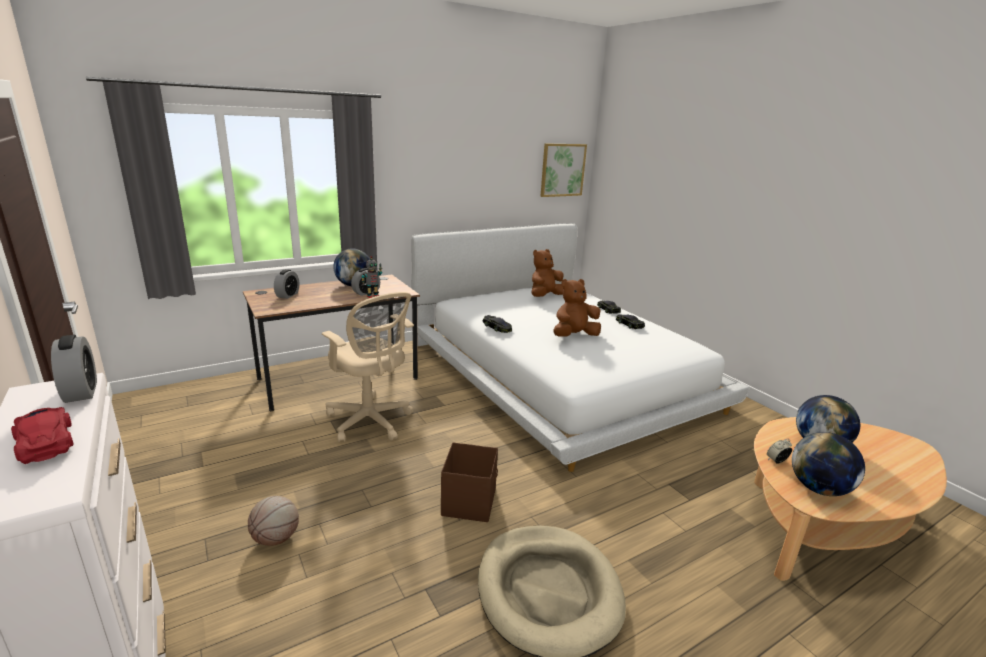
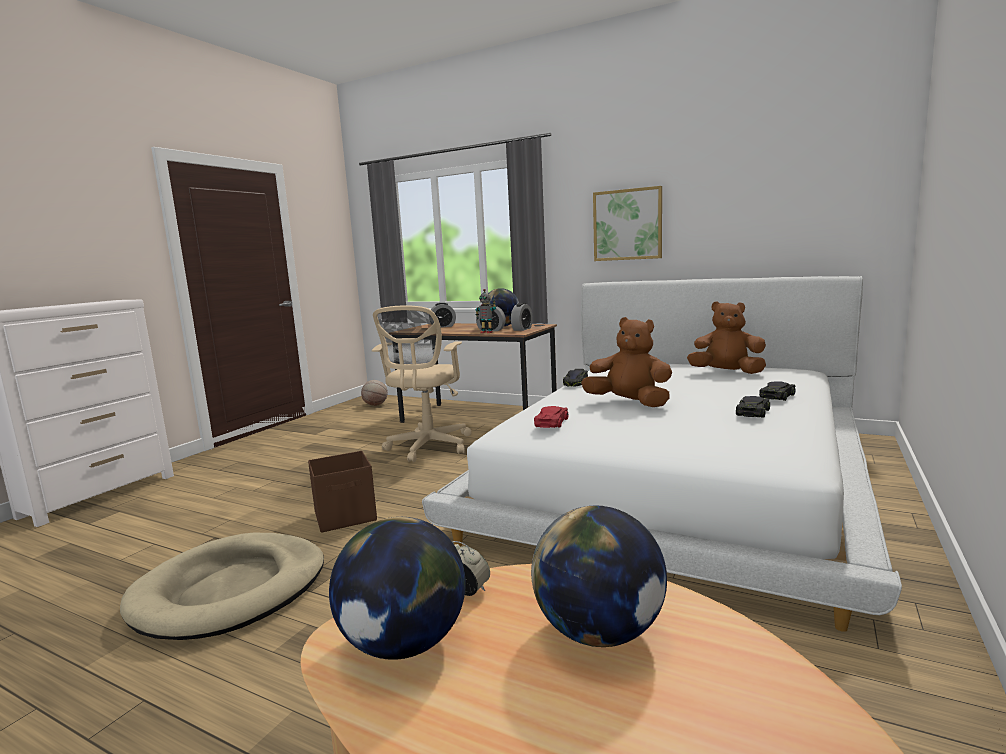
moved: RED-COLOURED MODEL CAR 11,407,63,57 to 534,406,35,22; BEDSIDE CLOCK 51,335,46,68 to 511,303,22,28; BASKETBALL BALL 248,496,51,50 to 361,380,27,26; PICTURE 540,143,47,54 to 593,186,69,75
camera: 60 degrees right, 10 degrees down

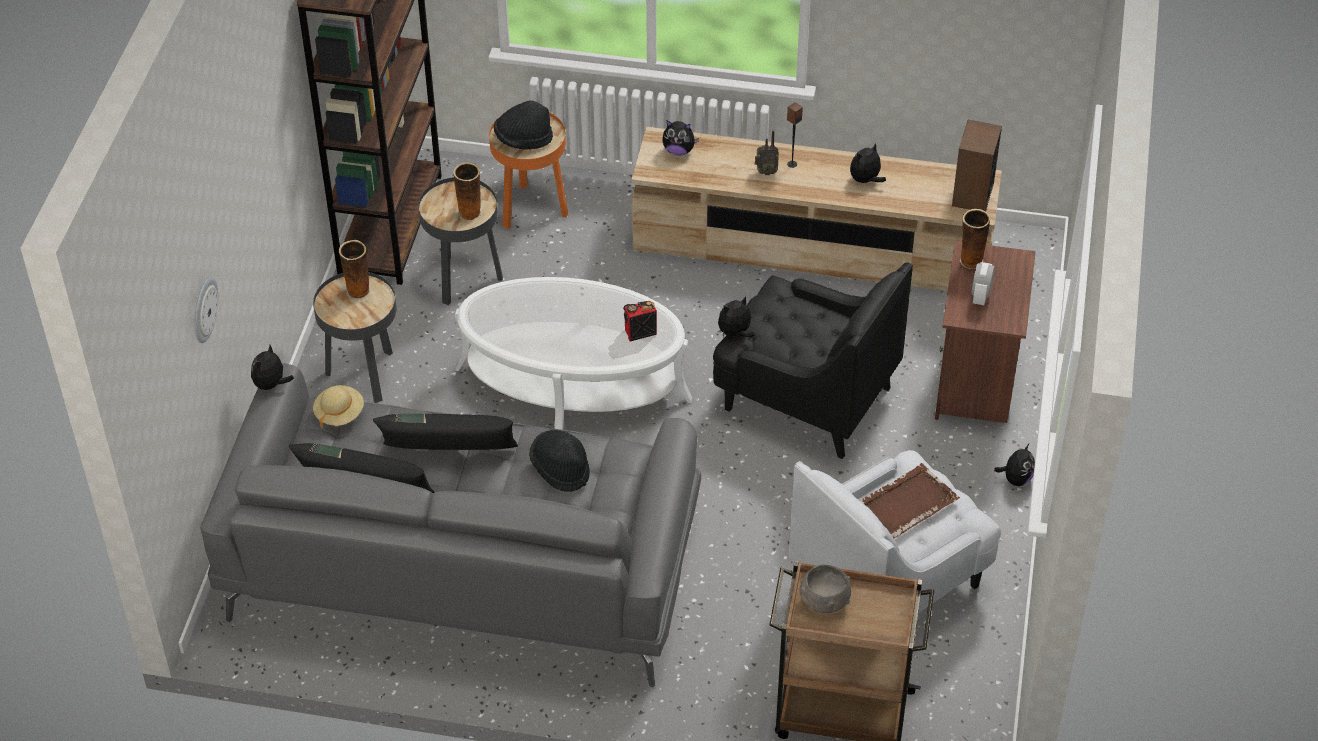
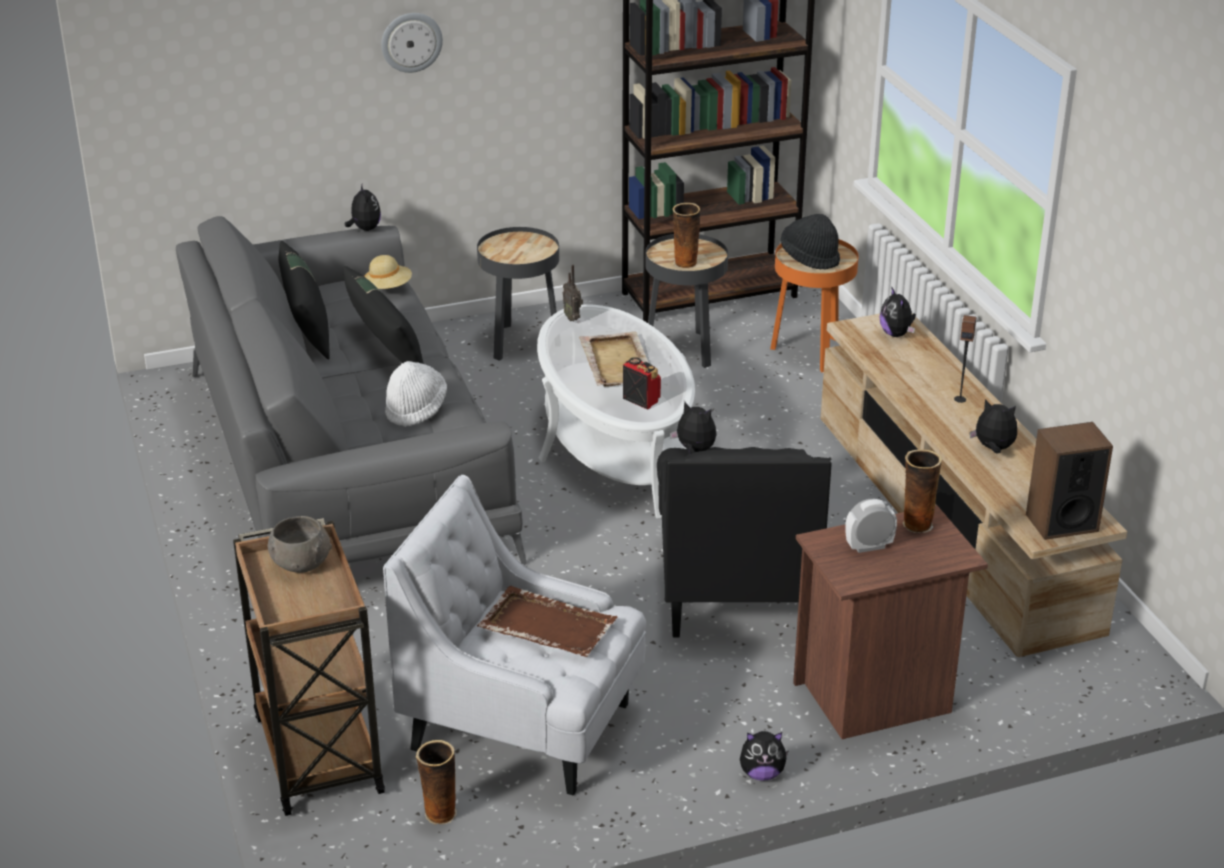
added: BEIGE SERVING TRAY 579,331,69,56
moved: WALL CLOCK 194,277,25,66 to 381,13,62,60; DECORATIVE VASE 339,240,32,59 to 416,740,41,85; RADIO 755,130,24,45 to 563,265,20,56
recoloured: BLACKISH WEARABLE HAT 529,430,61,62 to WHITE-COLOURED WEARABLE HAT 385,361,62,66
turned: PLUSH TOY 251,345,43,49 = 345,185,36,46 75 degrees clockwise
camera: 60 degrees right, 15 degrees down

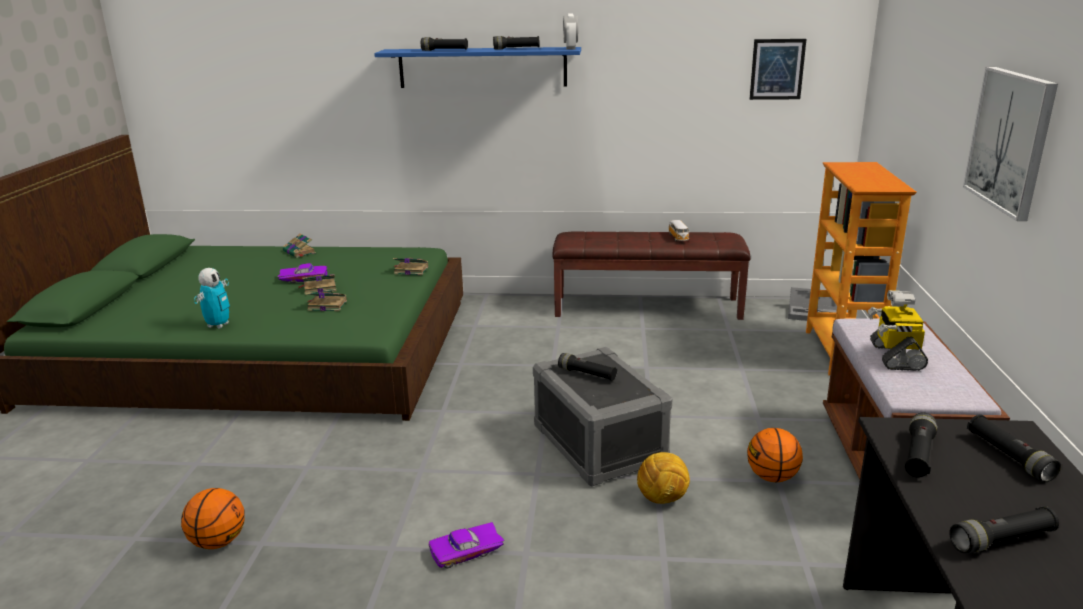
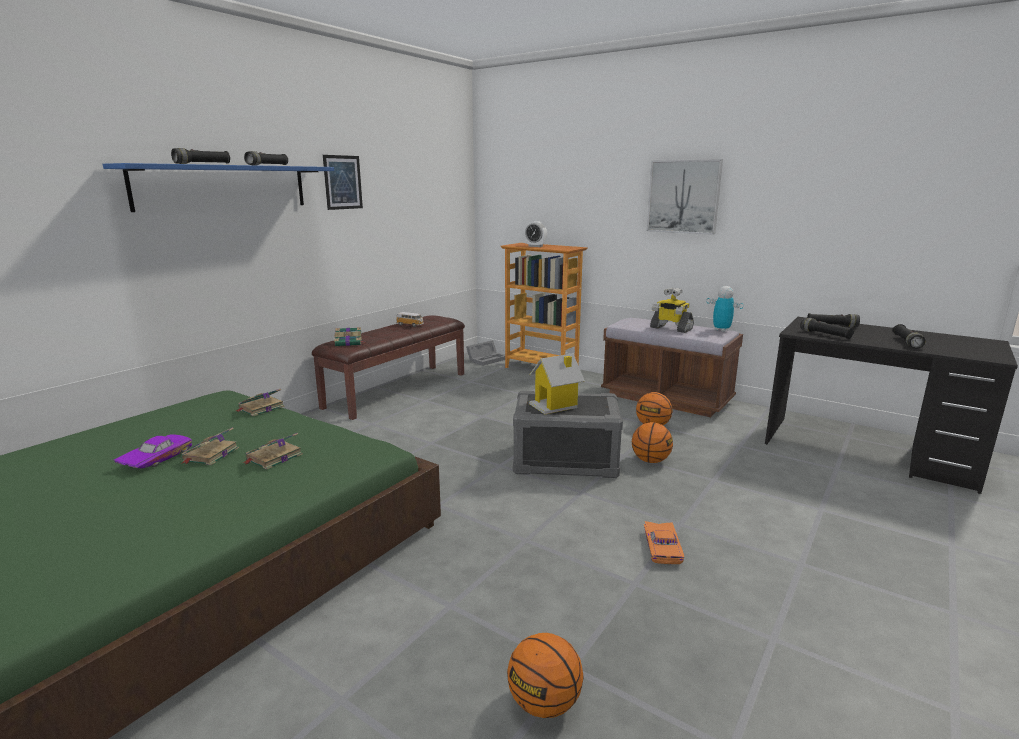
moved: ROBOT FIGURE 194,268,36,61 to 707,286,37,46; BOUND BOOK 283,233,33,25 to 334,327,31,19; BEDSIDE CLOCK 563,13,15,37 to 524,221,23,26; PICTURE 750,39,56,61 to 323,155,40,55
replaced: BLACKISH HAND TORCH 558,353,59,28 to MINIATURE HOUSE 529,354,56,60; FOOTBALL BALL 637,452,53,52 to BASKETBALL BALL 632,422,41,41
recoloured: PURPLE-COLOURED MODEL CAR 429,522,76,46 to ORANGEY MODEL CAR 644,521,40,43
camera: 60 degrees left, 5 degrees down

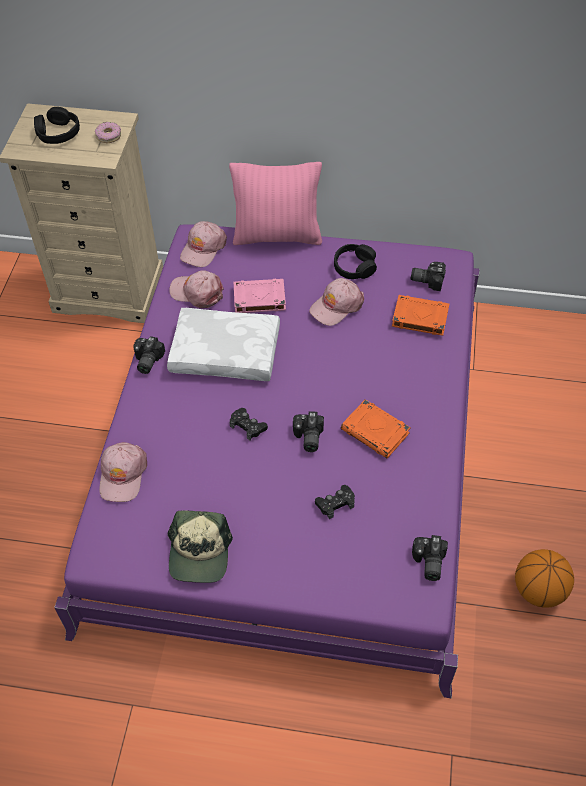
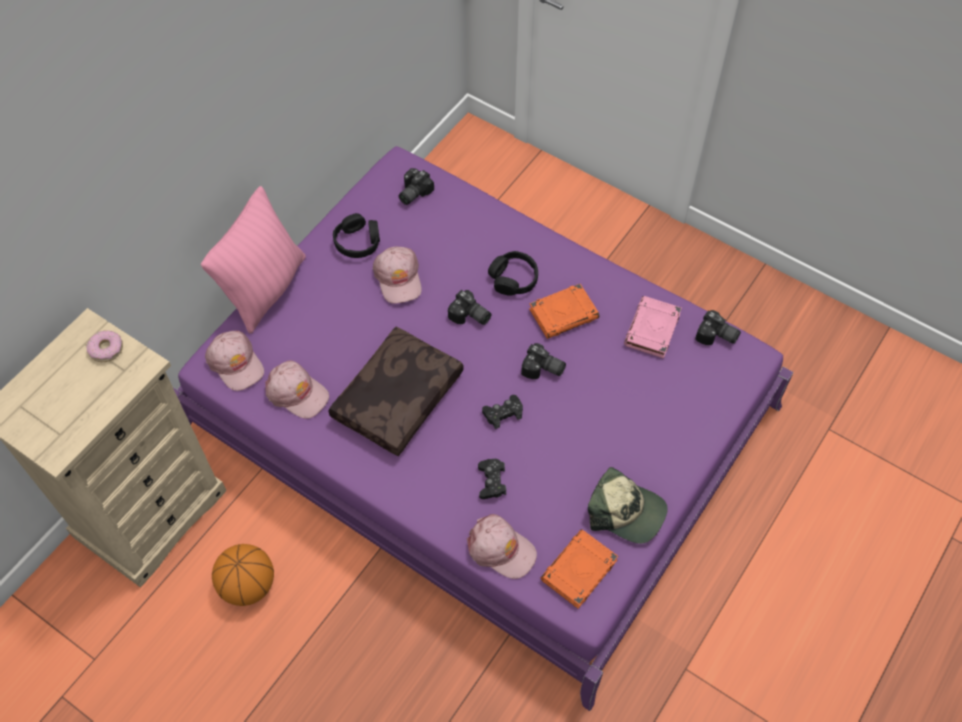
moved: BLACKISH HEADSET 34,107,46,37 to 488,251,50,45; STILL CAMERA 133,336,32,38 to 448,290,43,35; PINKISH BOUND BOOK 234,279,52,34 to 624,296,58,62; BLACKISH GAMEPAD 315,485,40,34 to 478,459,28,40; ORANGEY BOUND BOOK 392,295,57,41 to 541,529,77,80; BASKETBALL BALL 515,549,59,59 to 212,544,62,62
recoloured: WHITE-COLOURED CUSHION 167,308,113,73 to BROWNISH CUSHION 328,327,136,129
turned: PINKISH PEAKED CAP 169,270,55,38 = 265,360,64,59 105 degrees counterclockwise
camera: 65 degrees left, 5 degrees up

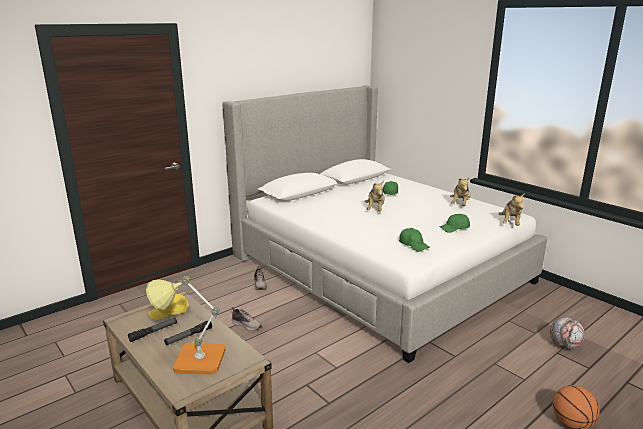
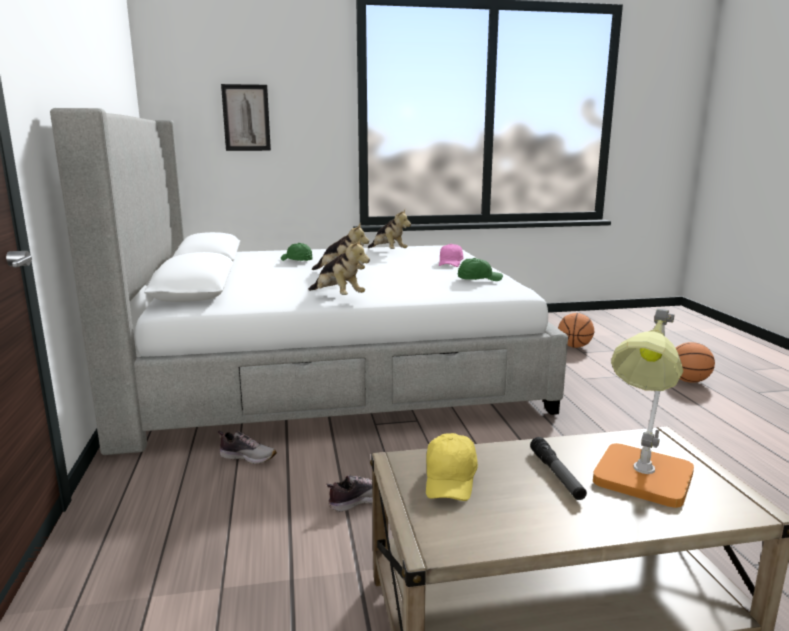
removed: HAND TORCH 128,318,49,24
added: PICTURE 221,84,50,67
moved: PLUSH TOY 498,193,27,33 to 308,237,62,58
replaced: FOOTBALL BALL 550,317,35,32 to BASKETBALL BALL 558,313,37,35
recoloured: GREEN PEAKED CAP 440,214,30,19 to PINKISH PEAKED CAP 439,244,24,23
camera: 60 degrees left, 5 degrees down

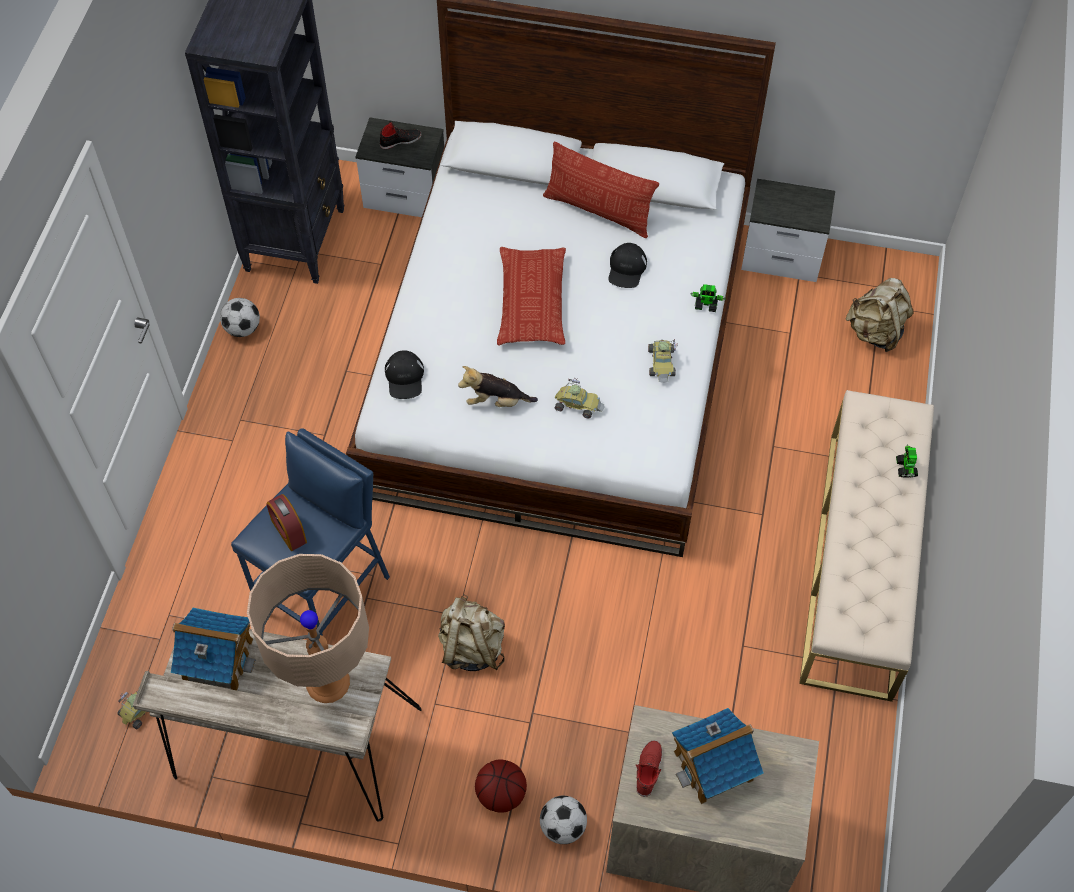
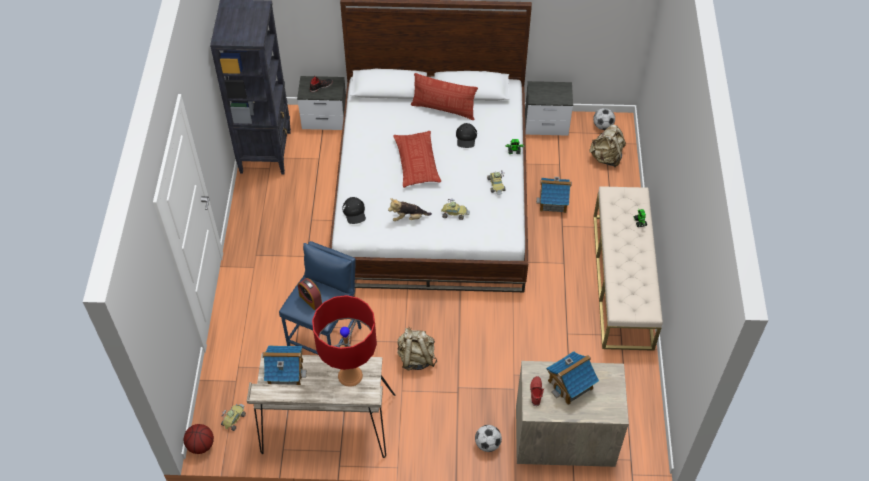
added: MINIATURE HOUSE 536,177,36,36
moved: FOOTBALL BALL 220,298,40,39 to 593,108,22,22; BASKETBALL BALL 475,759,52,54 to 183,424,31,30
recoloured: BEIGE TABLE LAMP 247,554,122,149 to RED-COLOURED TABLE LAMP 312,295,65,91
camera: 10 degrees left, 5 degrees down

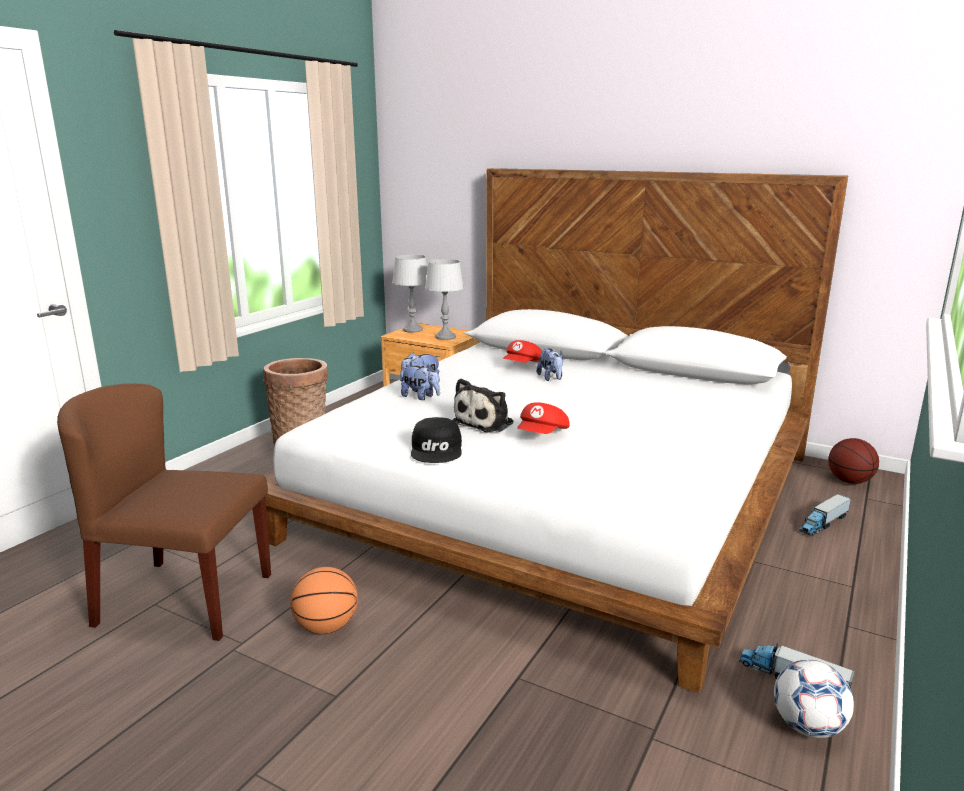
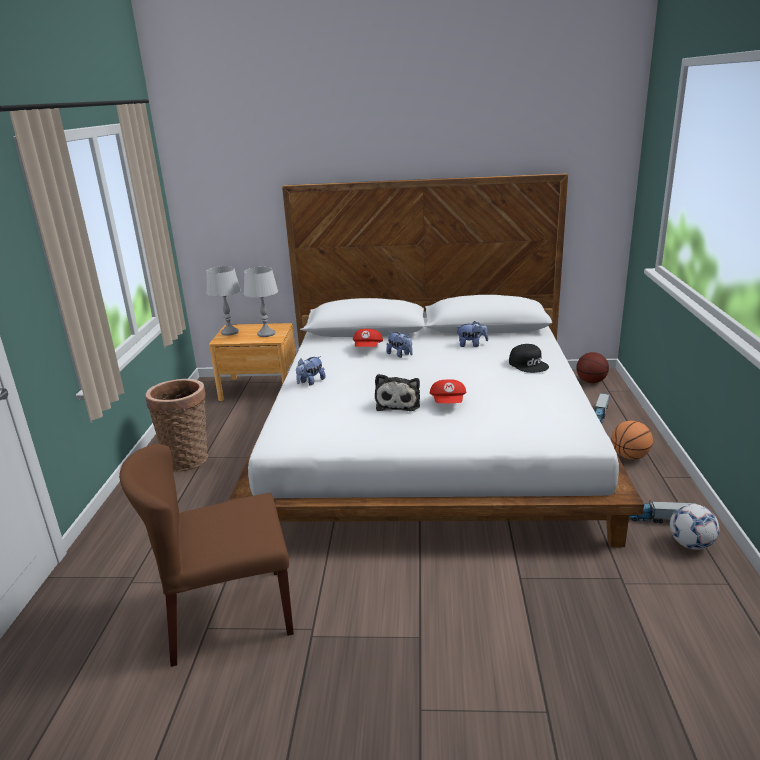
moved: BASKETBALL BALL 290,567,68,67 to 611,421,42,38; PLUSH TOY 401,364,39,36 to 457,321,31,26; BLACKISH PEAKED CAP 411,417,51,46 to 509,344,40,29
camera: 25 degrees left, 5 degrees up

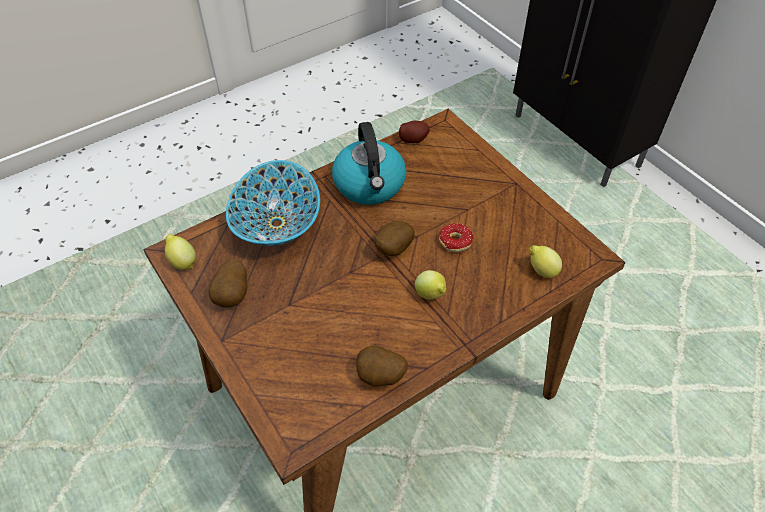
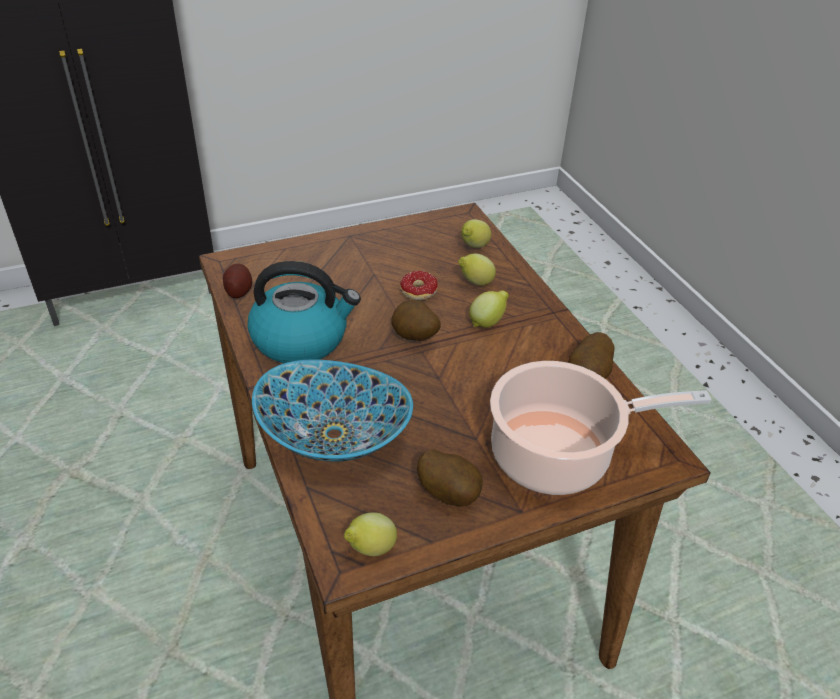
added: LEMON 458,253,38,33; COOKING POT 490,361,222,134
camera: 80 degrees left, 10 degrees down

